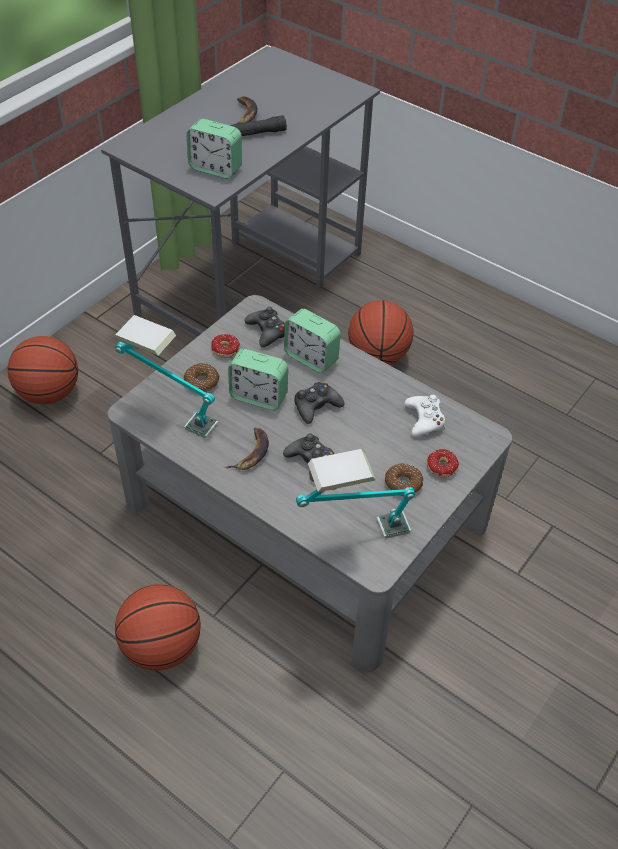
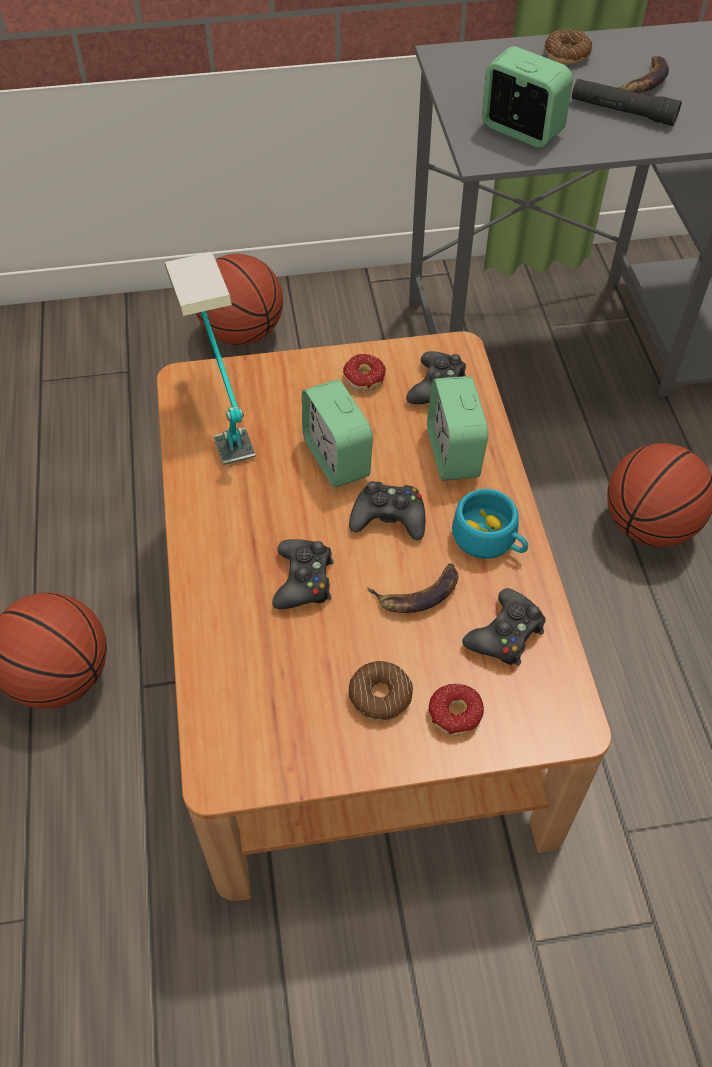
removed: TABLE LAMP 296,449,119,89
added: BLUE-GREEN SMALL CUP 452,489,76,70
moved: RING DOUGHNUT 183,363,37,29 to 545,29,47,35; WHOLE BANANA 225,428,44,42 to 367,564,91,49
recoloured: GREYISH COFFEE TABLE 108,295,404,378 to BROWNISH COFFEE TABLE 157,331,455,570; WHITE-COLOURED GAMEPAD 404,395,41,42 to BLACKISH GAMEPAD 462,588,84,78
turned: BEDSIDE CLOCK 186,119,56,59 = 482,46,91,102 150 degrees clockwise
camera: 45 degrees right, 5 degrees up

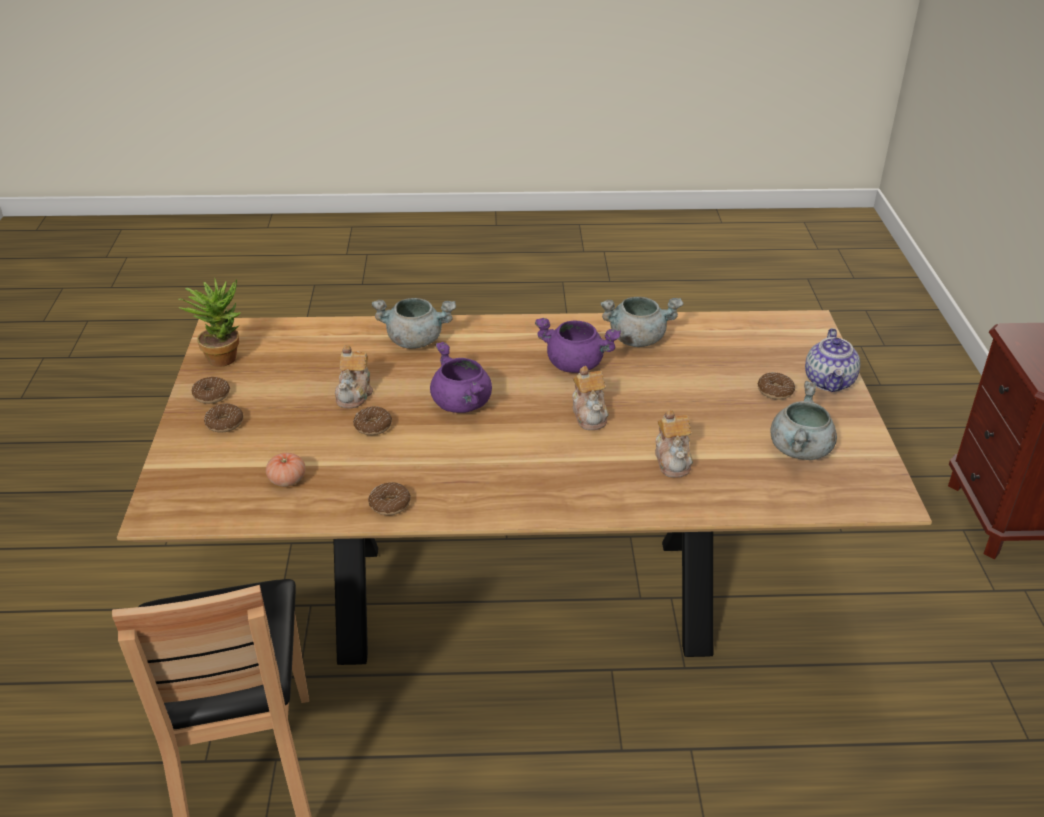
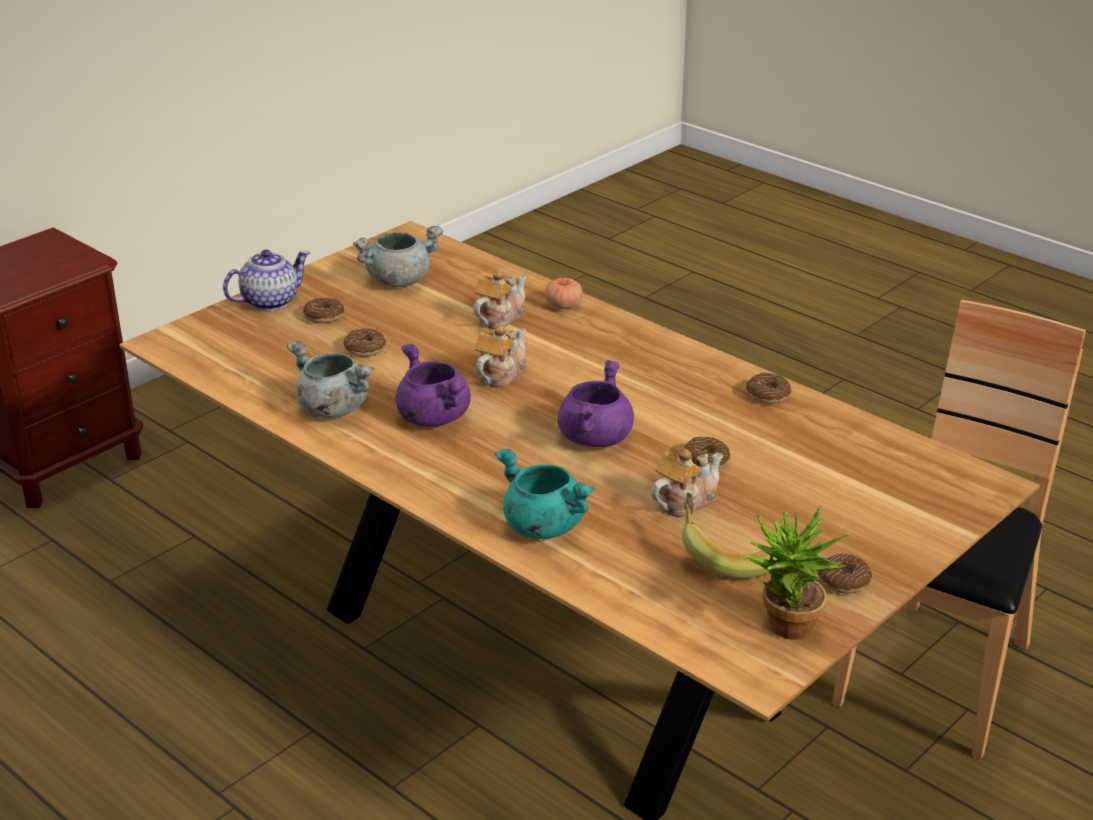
added: WHOLE BANANA 682,493,95,86
moved: RING DOUGHNUT 204,403,39,29 to 343,328,43,29; WHOLE TOMATO 266,453,39,34 to 545,278,38,31
recoloured: GREYISH COOKING POT 372,298,84,51 to BLUE-GREEN COOKING POT 495,448,100,91
camera: 135 degrees left, 5 degrees down

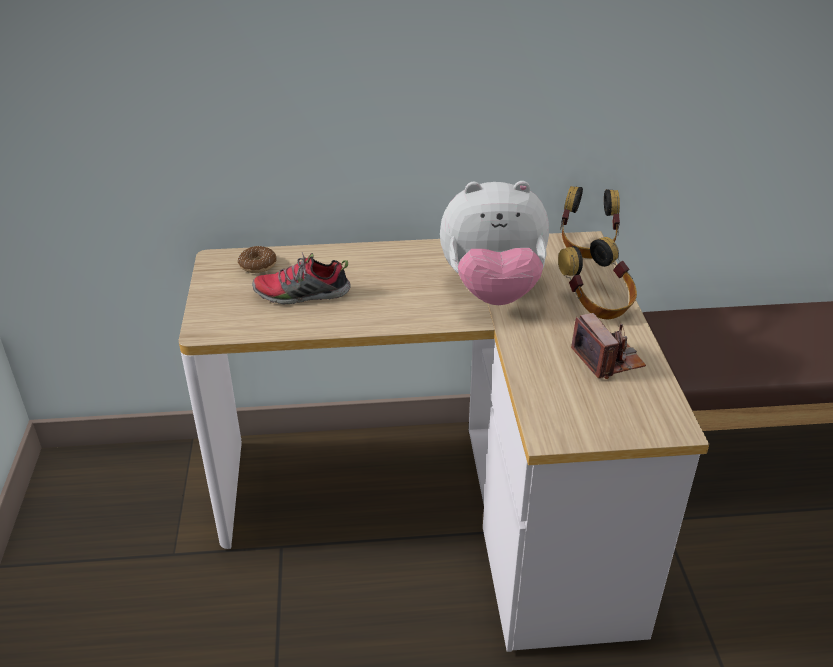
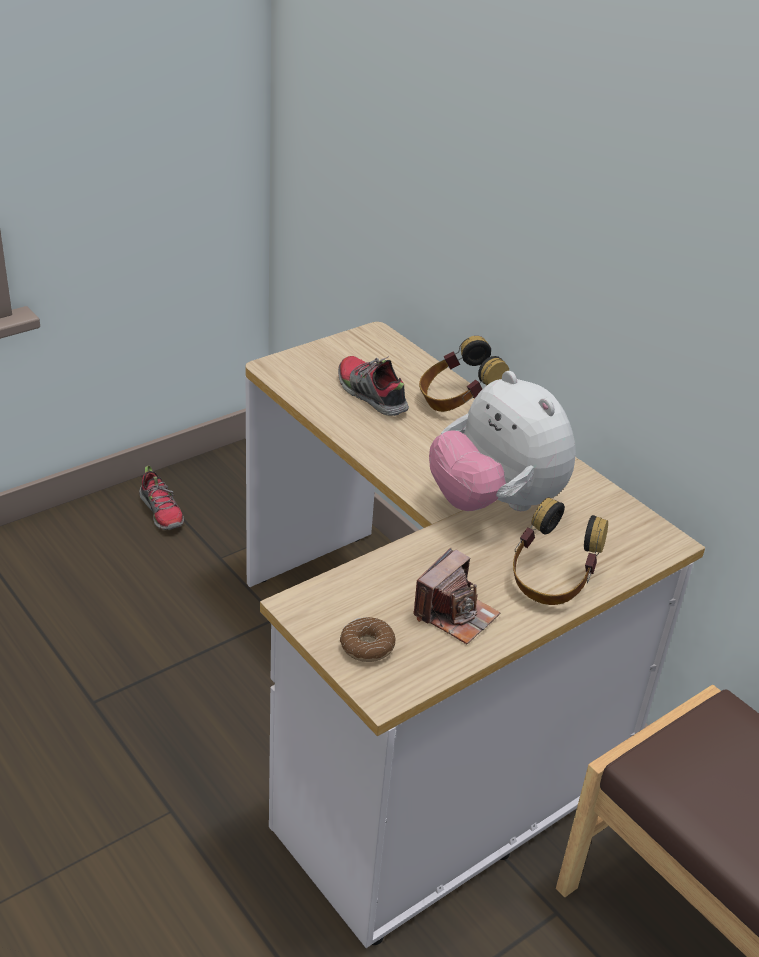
added: LOW SHOE 139,466,45,64
moved: RING DOUGHNUT 238,246,39,27 to 340,617,56,45; HEADSET 560,186,60,72 to 419,336,90,76
camera: 55 degrees right, 0 degrees up

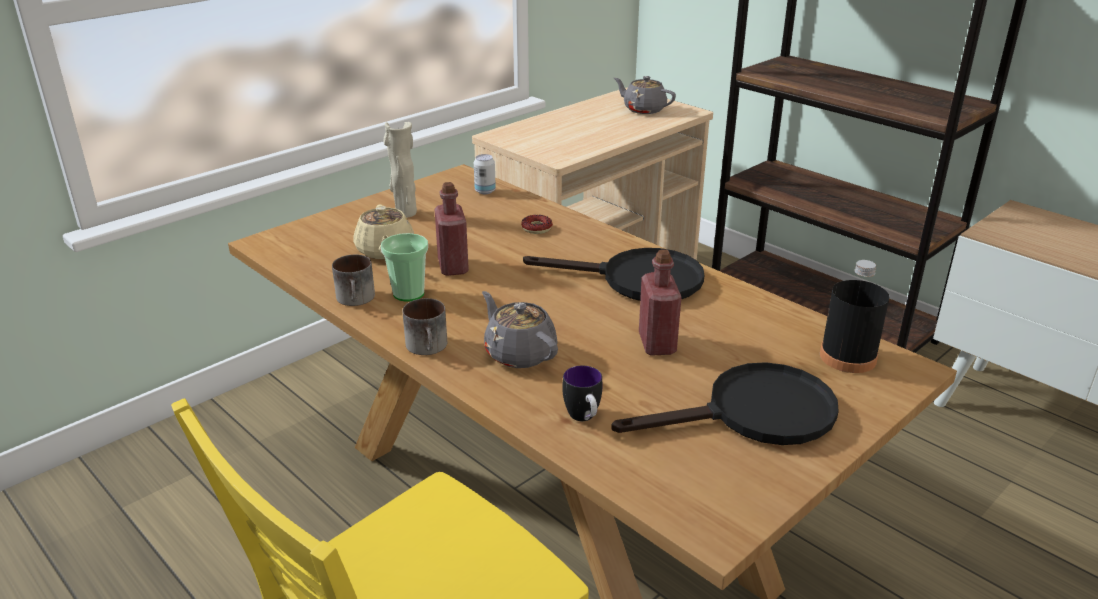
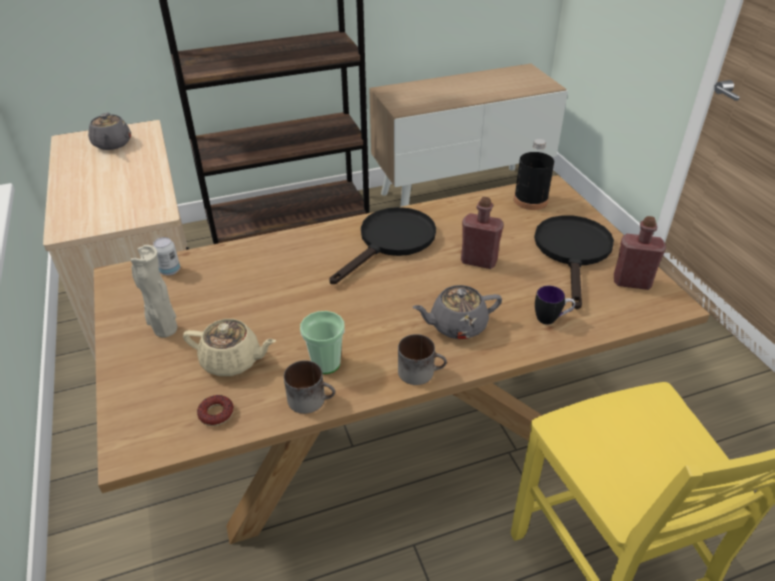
moved: RED-COLOURED BOTTLE 434,182,35,94 to 614,216,52,74; RING DOUGHNUT 521,215,32,19 to 197,395,37,31
turned: GREYISH TEAPOT 614,76,62,38 = 88,113,43,37 75 degrees counterclockwise
camera: 65 degrees left, 10 degrees up

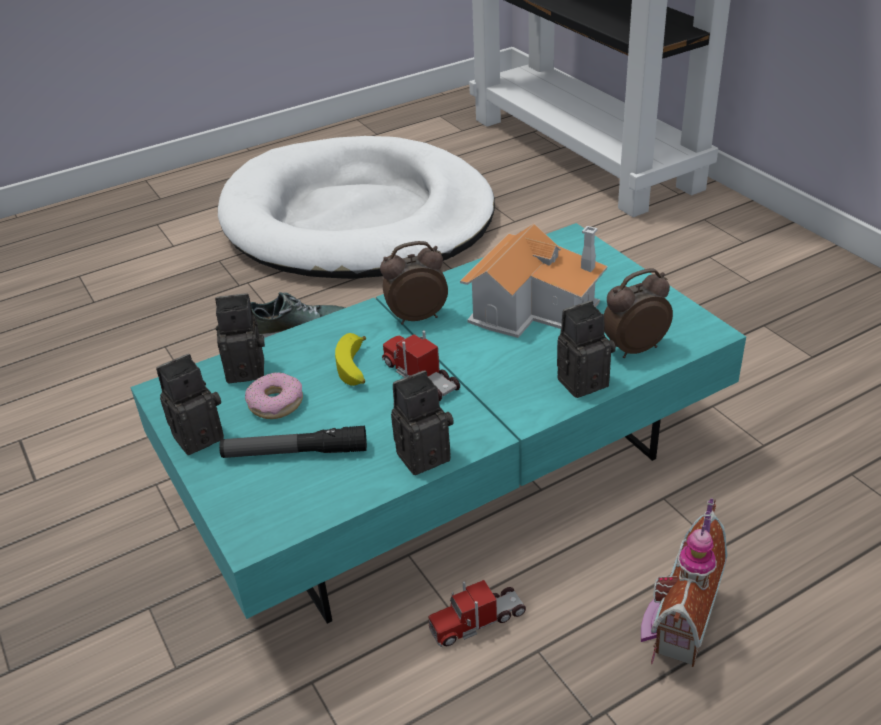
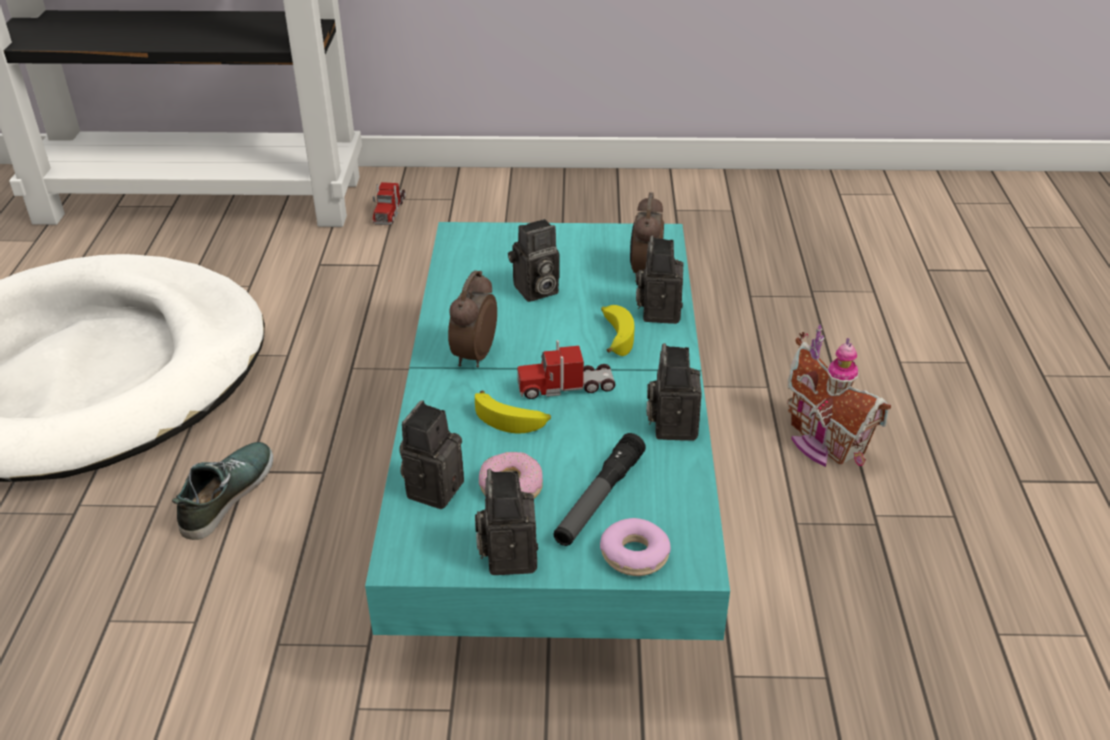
added: RING DOUGHNUT 600,518,71,58; WHOLE BANANA 601,305,33,51
moved: TOY TRUCK 429,580,97,67 to 373,182,33,43
replaced: MINIATURE HOUSE 460,224,148,114 to STILL CAMERA 508,219,52,83
camera: 60 degrees left, 0 degrees up

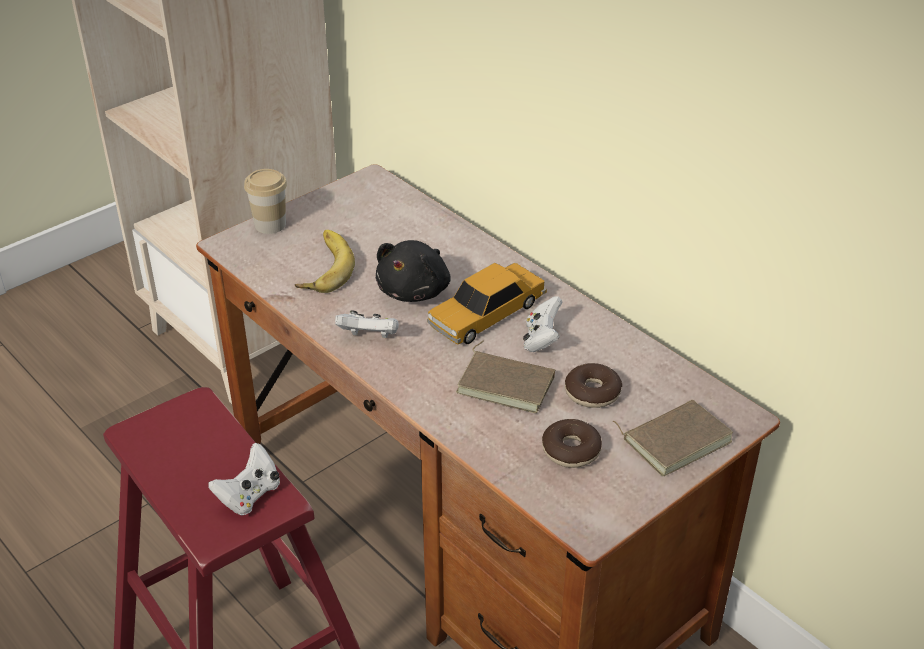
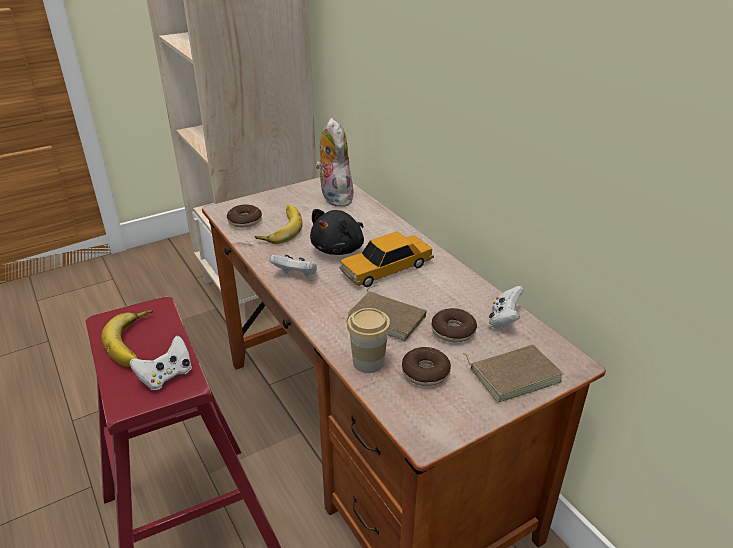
added: WHOLE BANANA 101,310,52,57; RING DOUGHNUT 227,204,35,24; PLUSH TOY 315,118,38,89
moved: SMALL CUP 244,169,43,65 to 347,308,44,65; WHITE-COLOURED GAMEPAD 523,296,39,56 to 489,286,35,43
camera: 10 degrees right, 5 degrees down

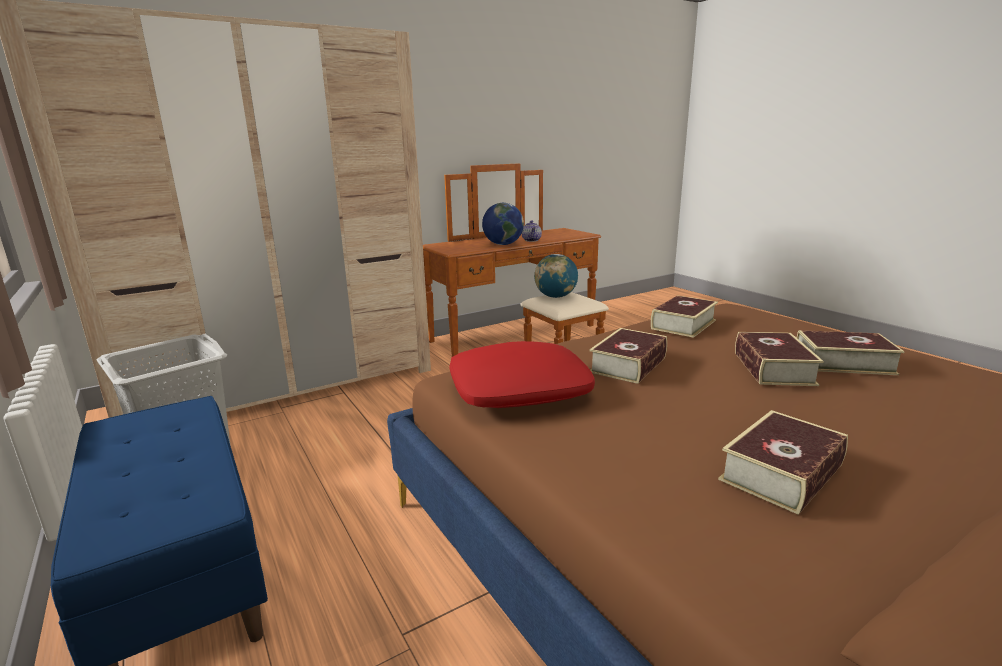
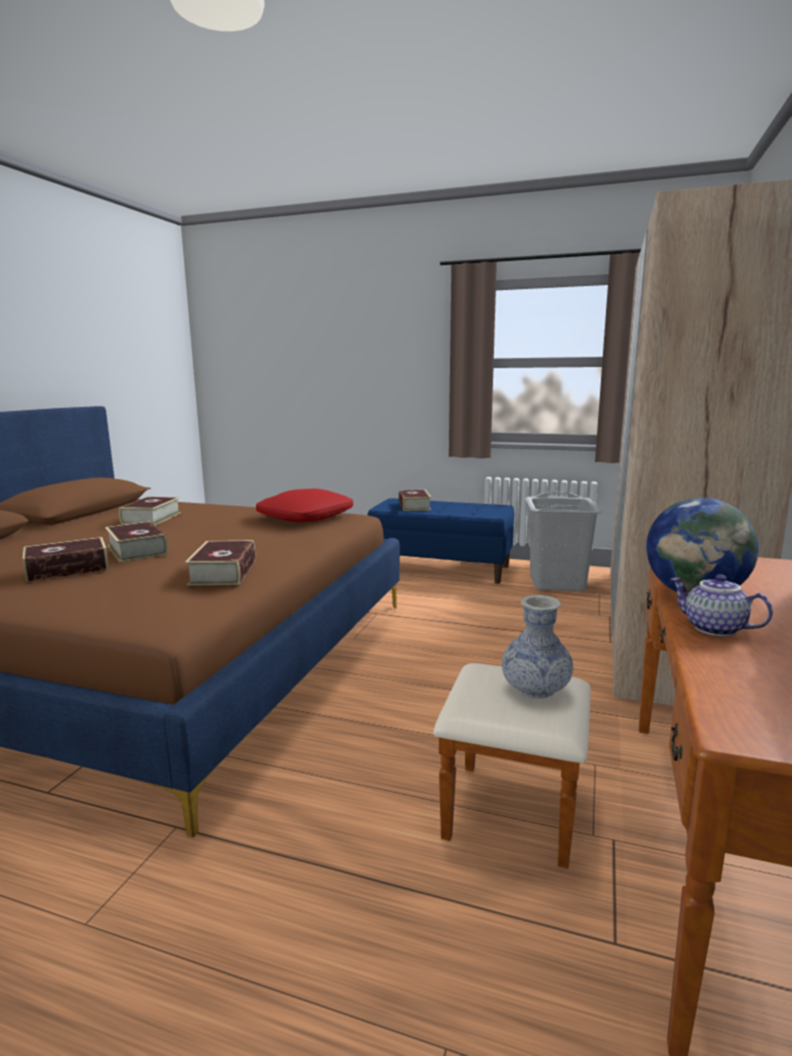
moved: BOUND BOOK 589,328,78,56 to 399,490,32,21
replaced: WORLD GLOBE 534,254,44,44 to DECORATIVE VASE 502,595,71,103
camera: 140 degrees right, 5 degrees down

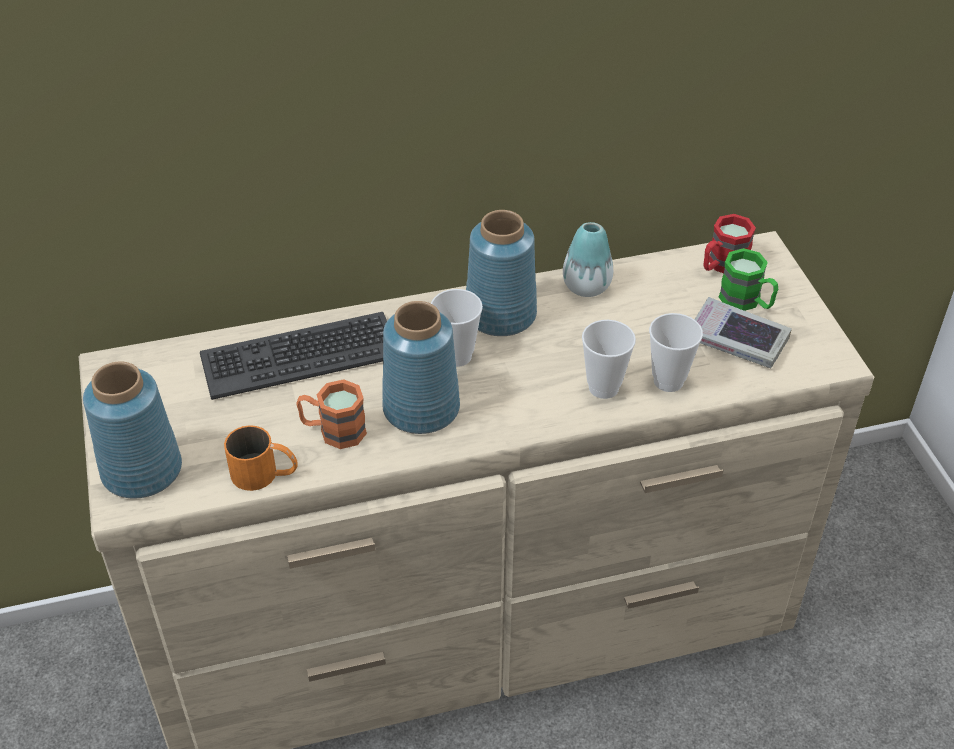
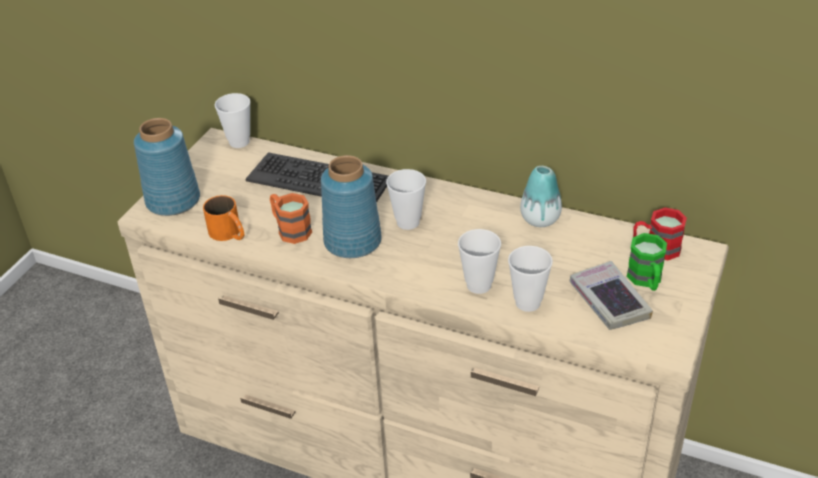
removed: BLUISH DECORATIVE VASE 466,210,71,126
added: SMALL CUP 215,93,35,55
camera: 40 degrees right, 5 degrees down

